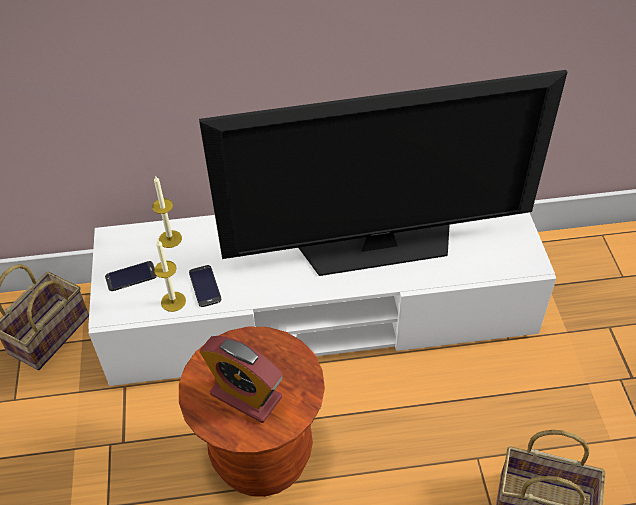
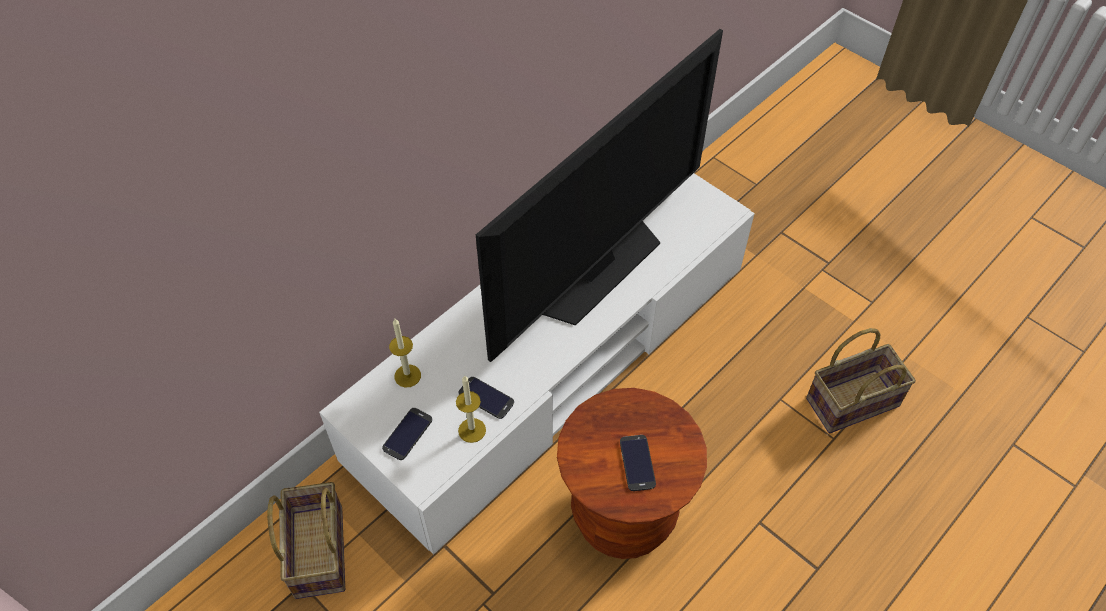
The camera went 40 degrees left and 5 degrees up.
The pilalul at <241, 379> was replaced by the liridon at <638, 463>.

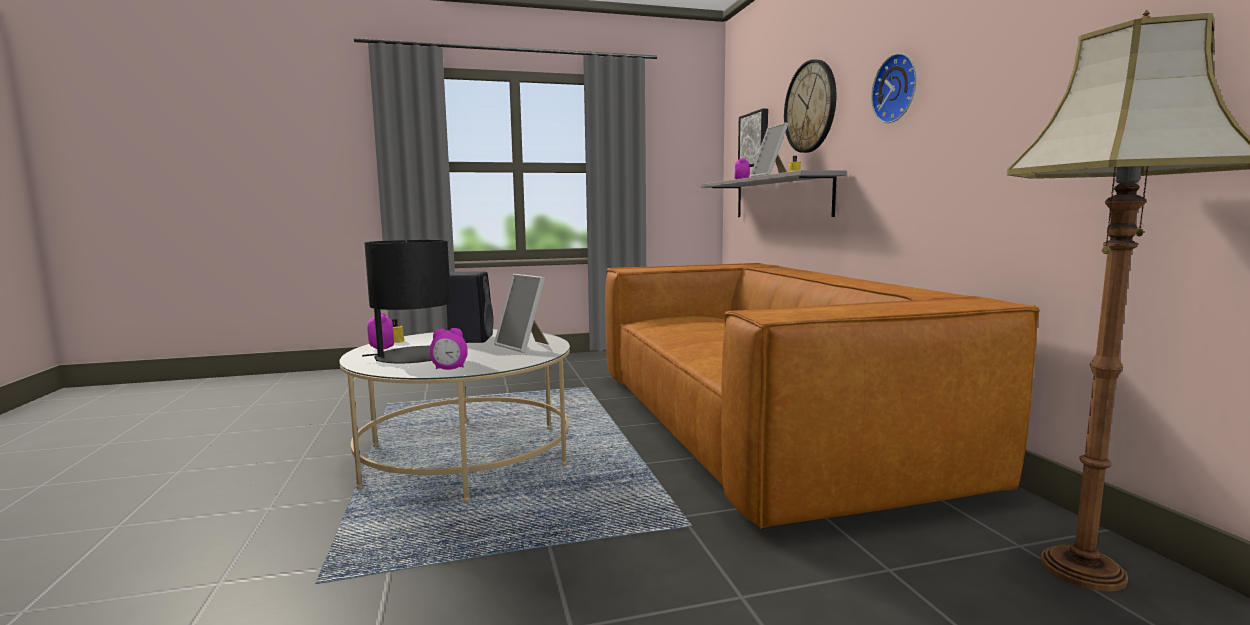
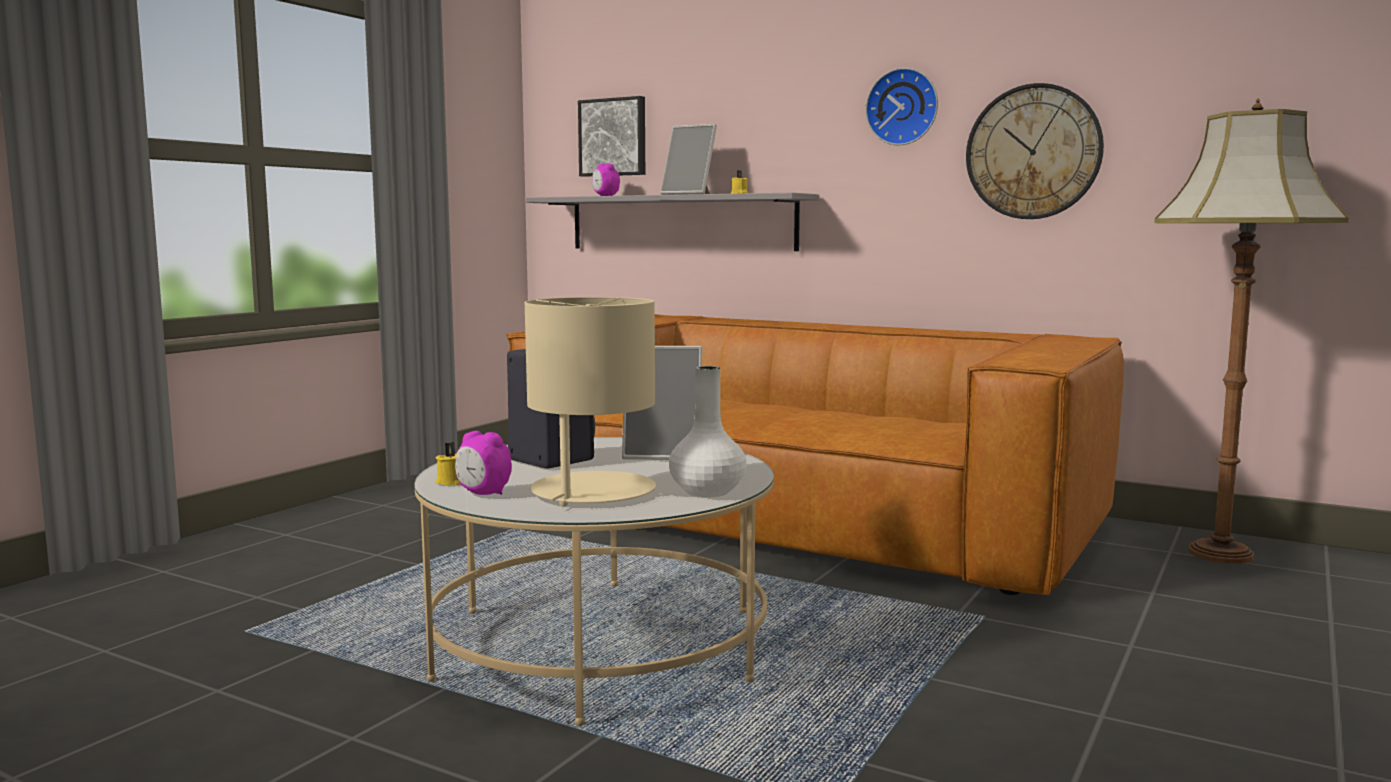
The camera went 45 degrees left and 0 degrees up.
The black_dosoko at <406, 301> became the beige_dosoko at <590, 401>.
The pilalul at <449, 349> was replaced by the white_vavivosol at <708, 431>.
The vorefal moved from <810, 106> to <1035, 151>.

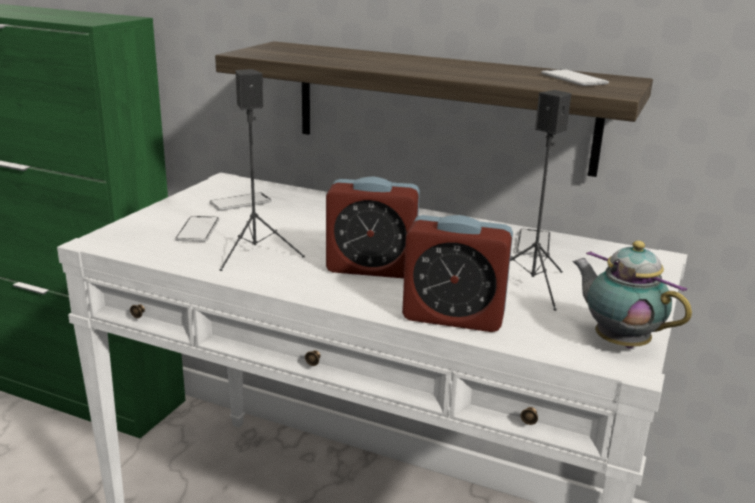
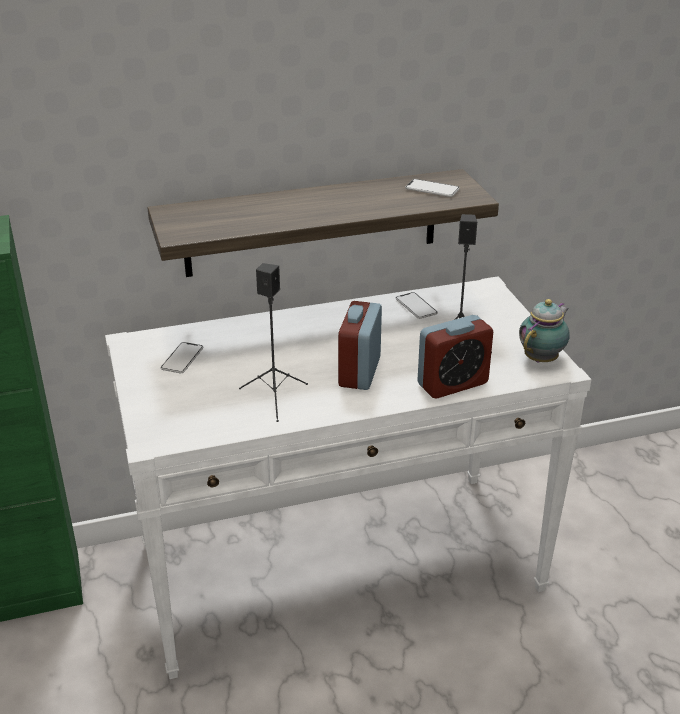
The camera went 40 degrees left and 10 degrees up.
The pilalul at <373, 227> turned 135 degrees clockwise.
The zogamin at <632, 294> turned 120 degrees clockwise.
The liridon at <197, 229> disappeared.

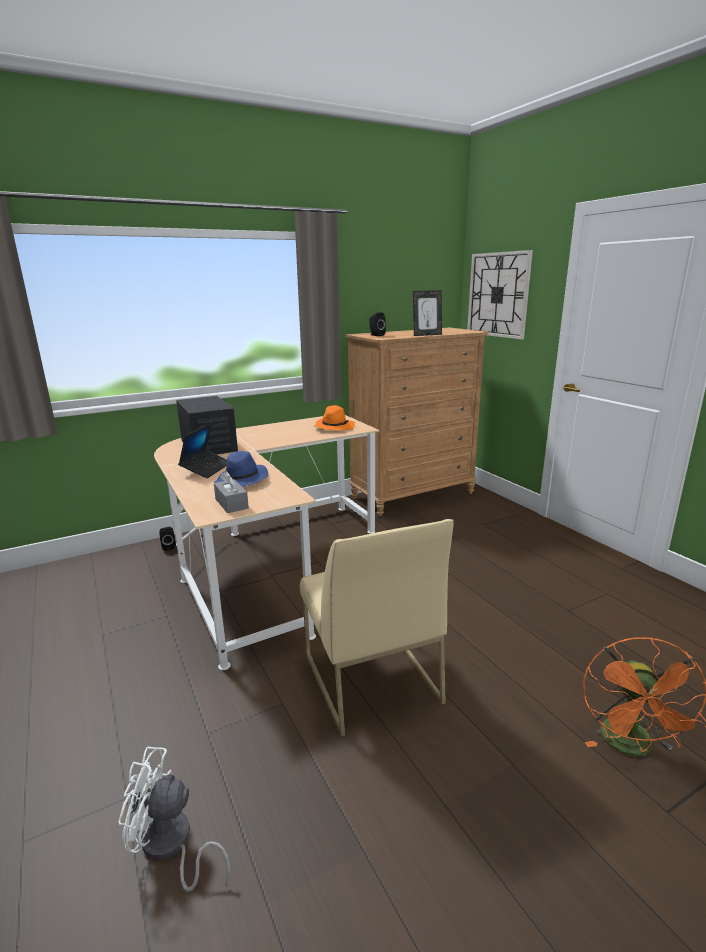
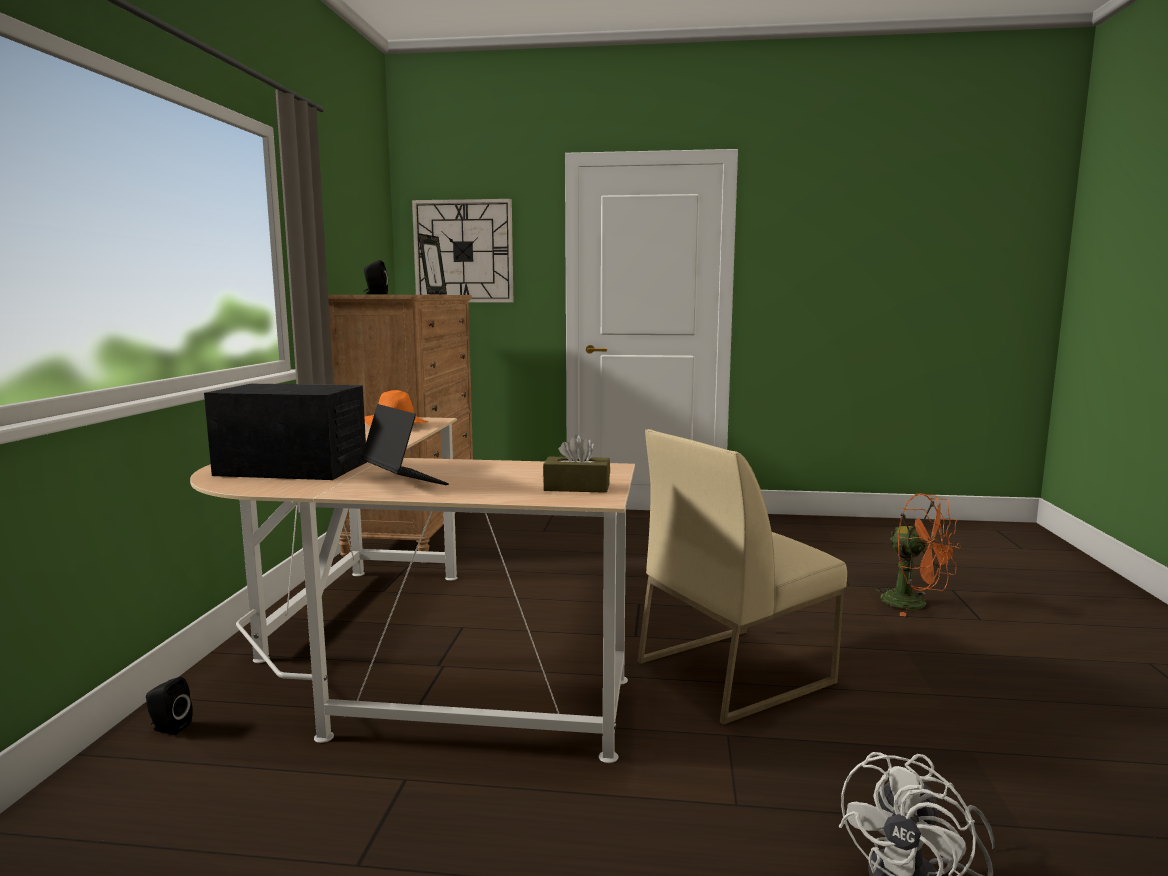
The camera went 55 degrees left and 10 degrees down.
The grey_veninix at <231, 492> became the brown_veninix at <576, 464>.
The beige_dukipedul at <377, 628> turned 135 degrees clockwise.
The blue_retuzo at <241, 469> disappeared.

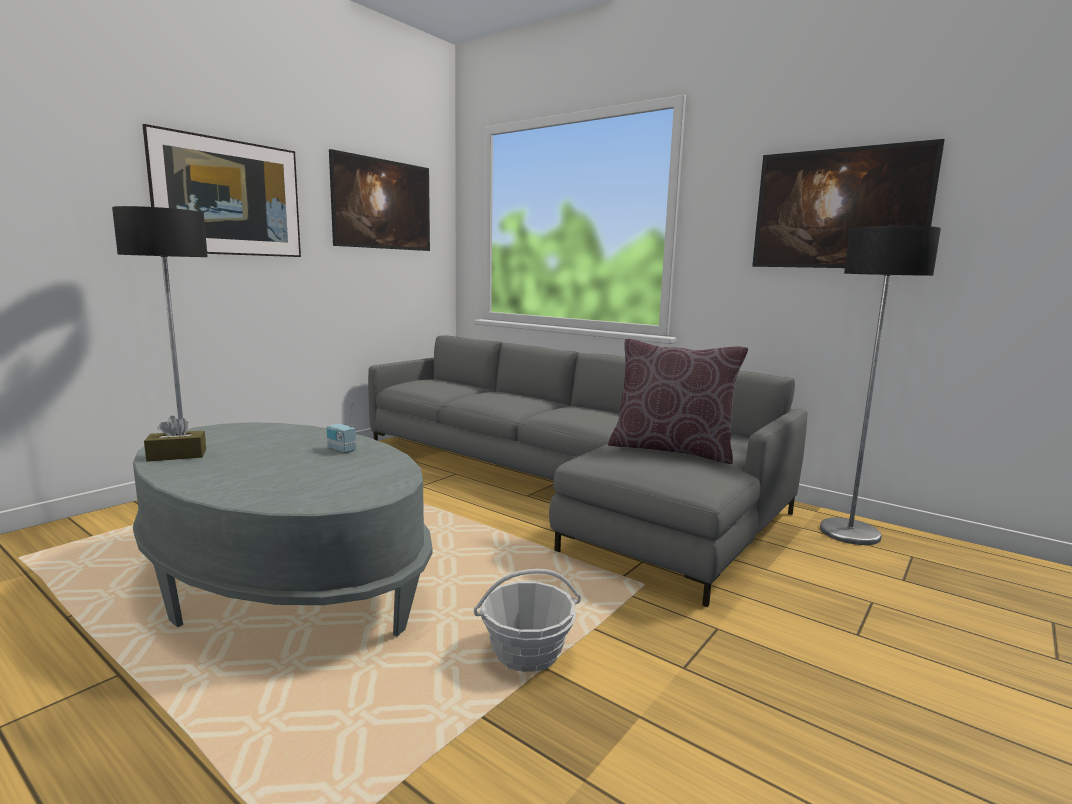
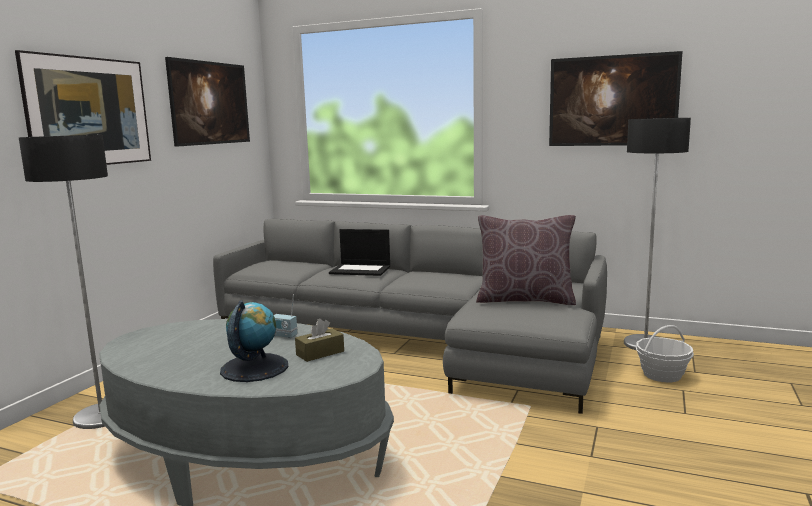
The camera went 15 degrees left and 0 degrees up.
The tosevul at <254, 341> appeared.
The brown_veninix moved from <175, 439> to <319, 340>.
The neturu at <359, 252> appeared.
The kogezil moved from <527, 620> to <665, 353>.

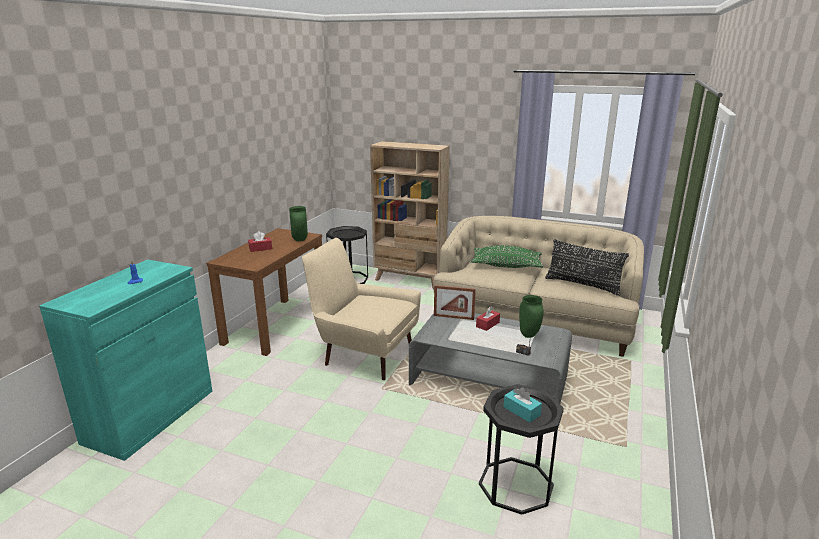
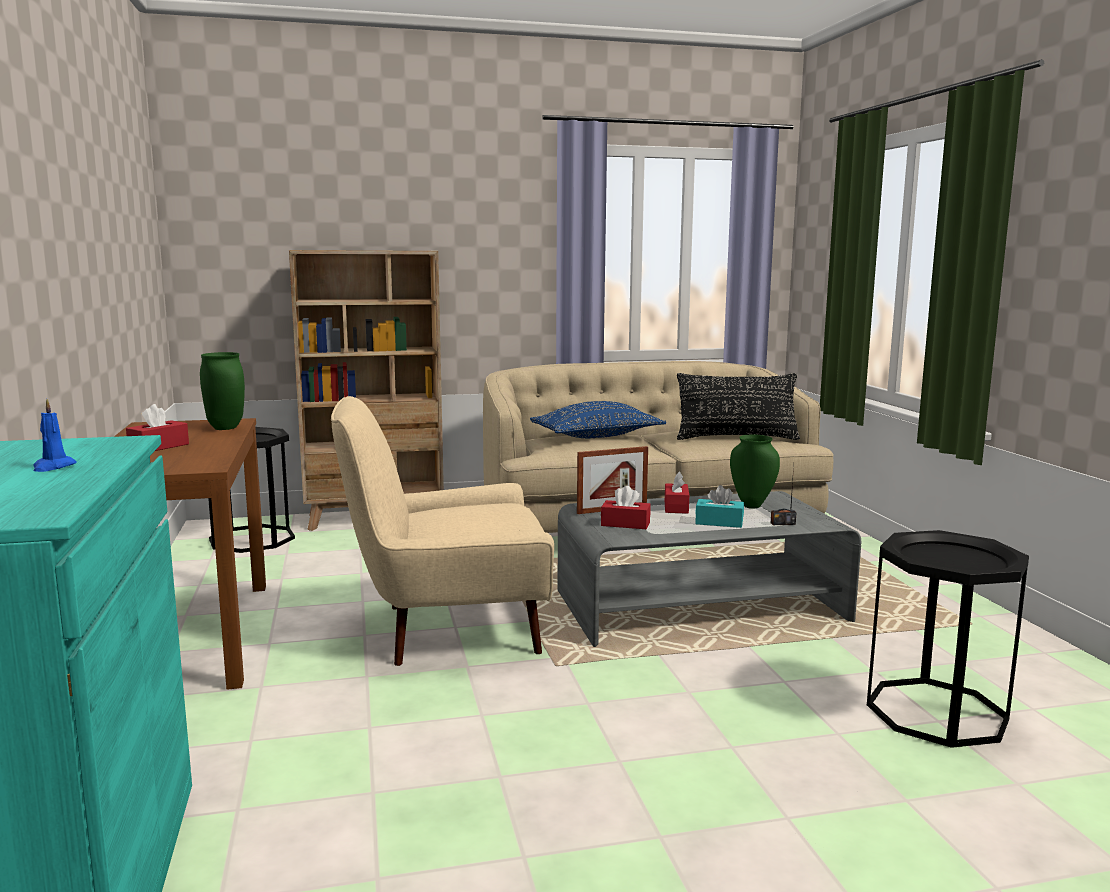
The camera went 35 degrees left and 10 degrees down.
The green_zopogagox at <507, 256> became the blue_zopogagox at <598, 419>.
The red_veninix at <626, 507> appeared.
The turquoise_veninix moved from <522, 405> to <719, 506>.

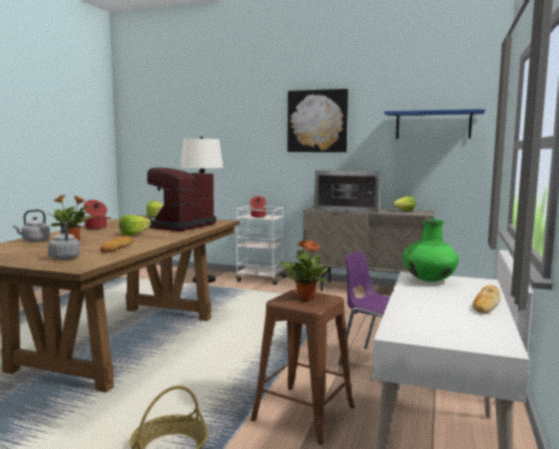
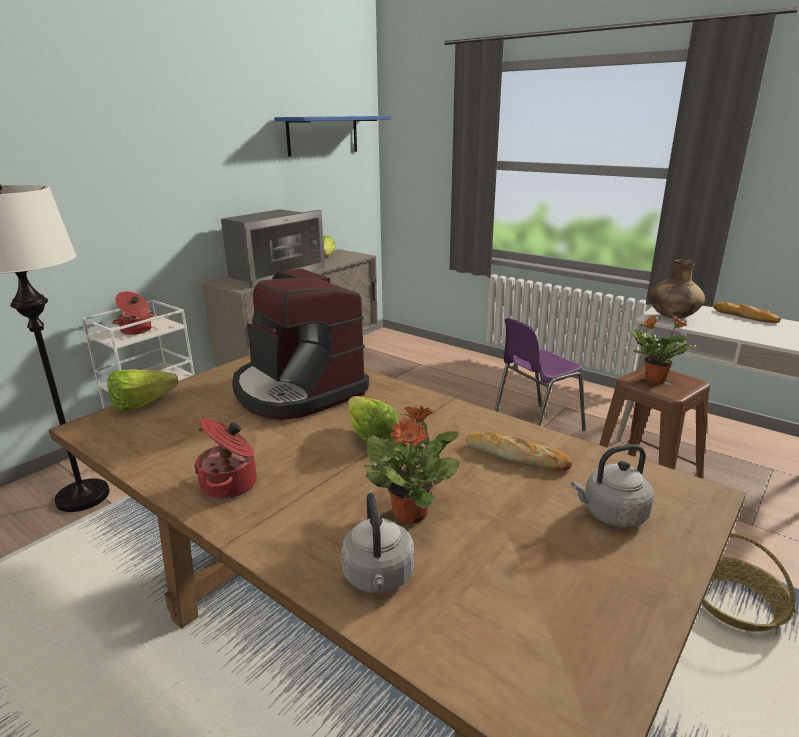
The camera went 70 degrees left and 15 degrees up.
The green_vavivosol at <430, 250> became the brown_vavivosol at <677, 288>.
The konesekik at <317, 120> disappeared.

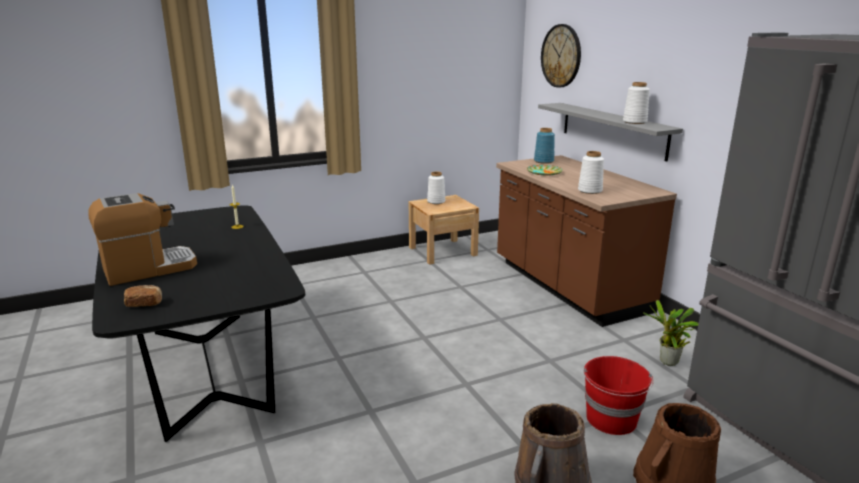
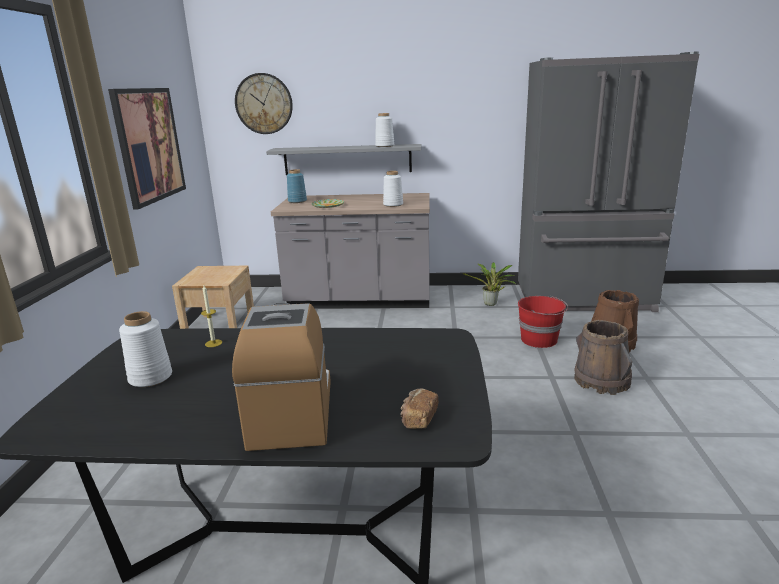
The camera went 60 degrees left and 0 degrees up.
The konesekik at <147, 149> appeared.
The white_vavivosol moved from <436, 188> to <145, 349>.
The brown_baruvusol at <586, 241> became the grey_baruvusol at <350, 251>.

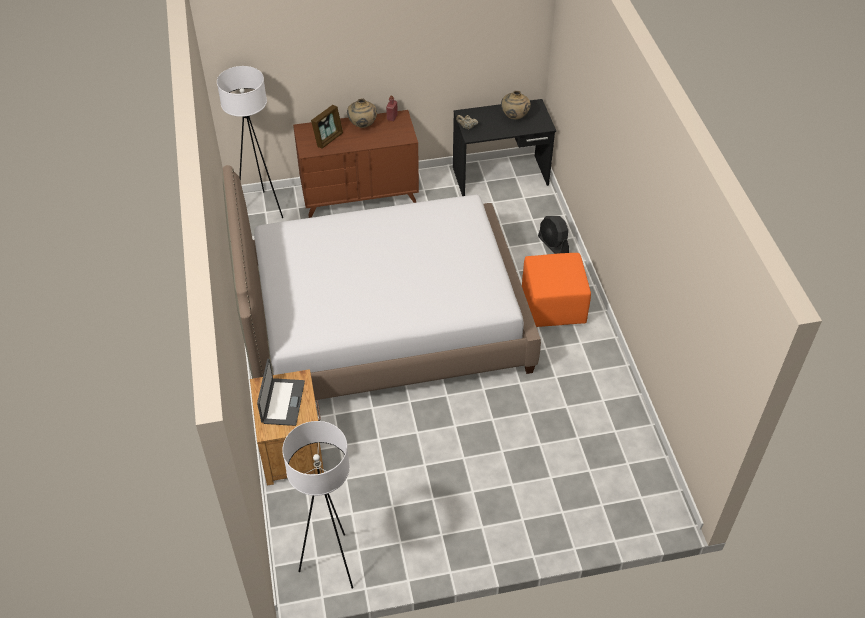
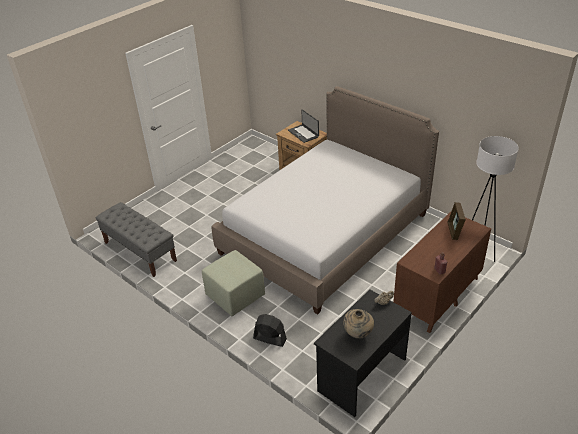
The camera went 145 degrees right and 10 degrees down.
The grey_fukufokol at <136, 239> appeared.
The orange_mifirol at <556, 290> became the green_mifirol at <233, 283>.
The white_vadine at <317, 505> disappeared.
The beige_vavivosol at <362, 113> disappeared.

